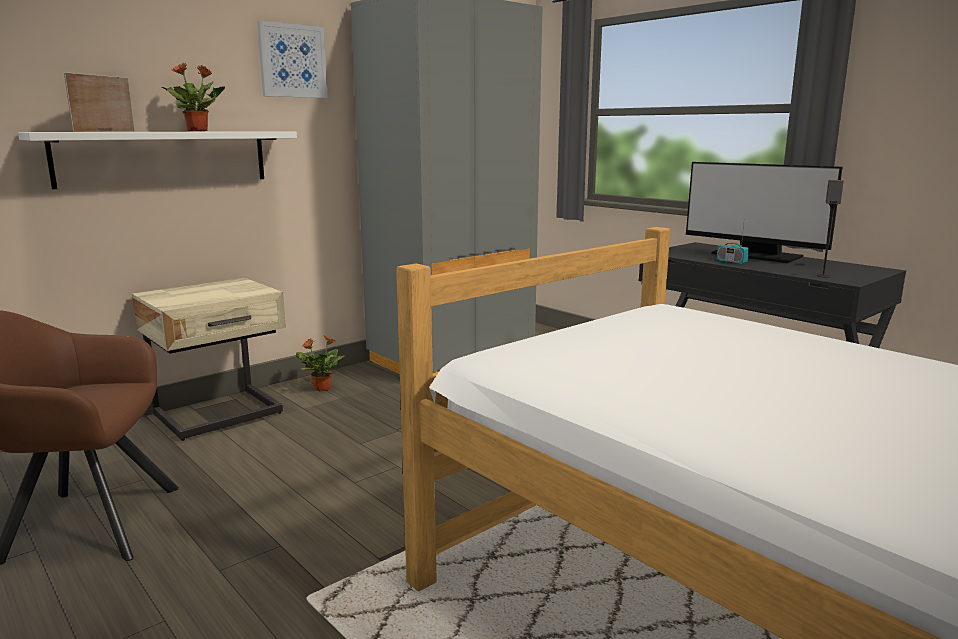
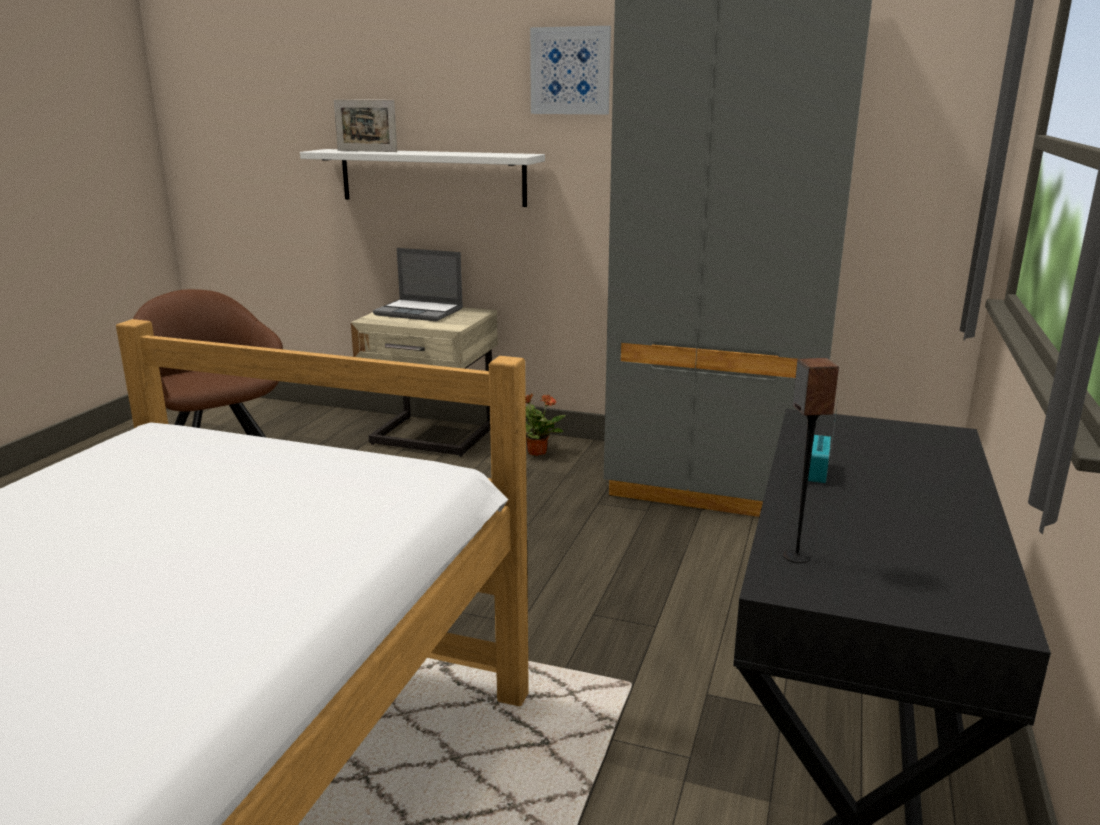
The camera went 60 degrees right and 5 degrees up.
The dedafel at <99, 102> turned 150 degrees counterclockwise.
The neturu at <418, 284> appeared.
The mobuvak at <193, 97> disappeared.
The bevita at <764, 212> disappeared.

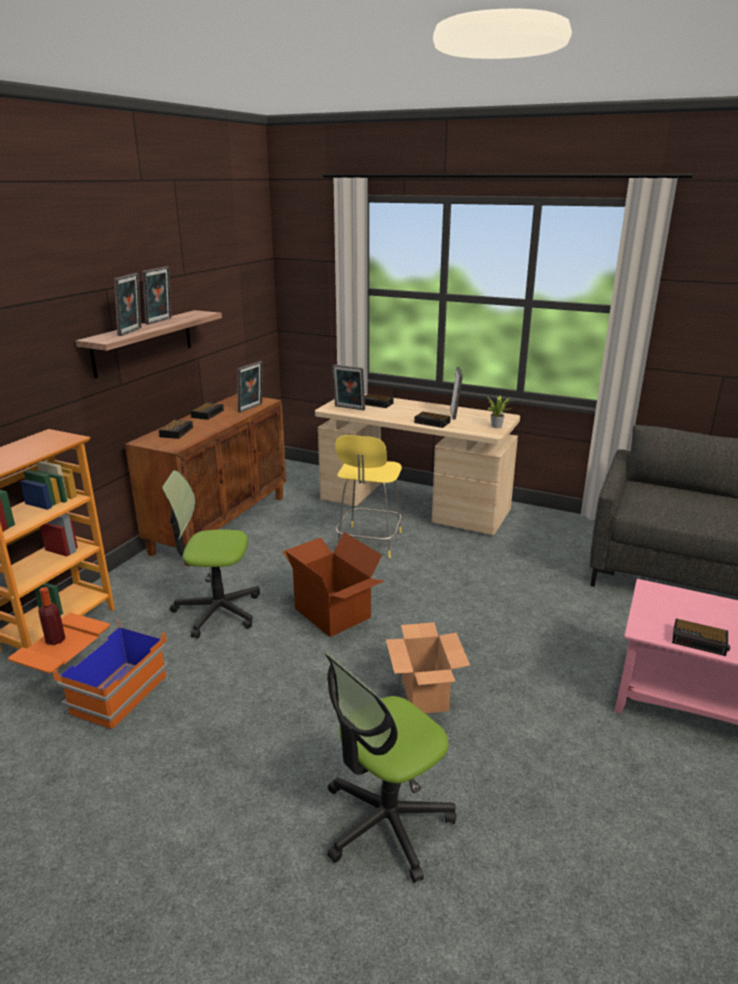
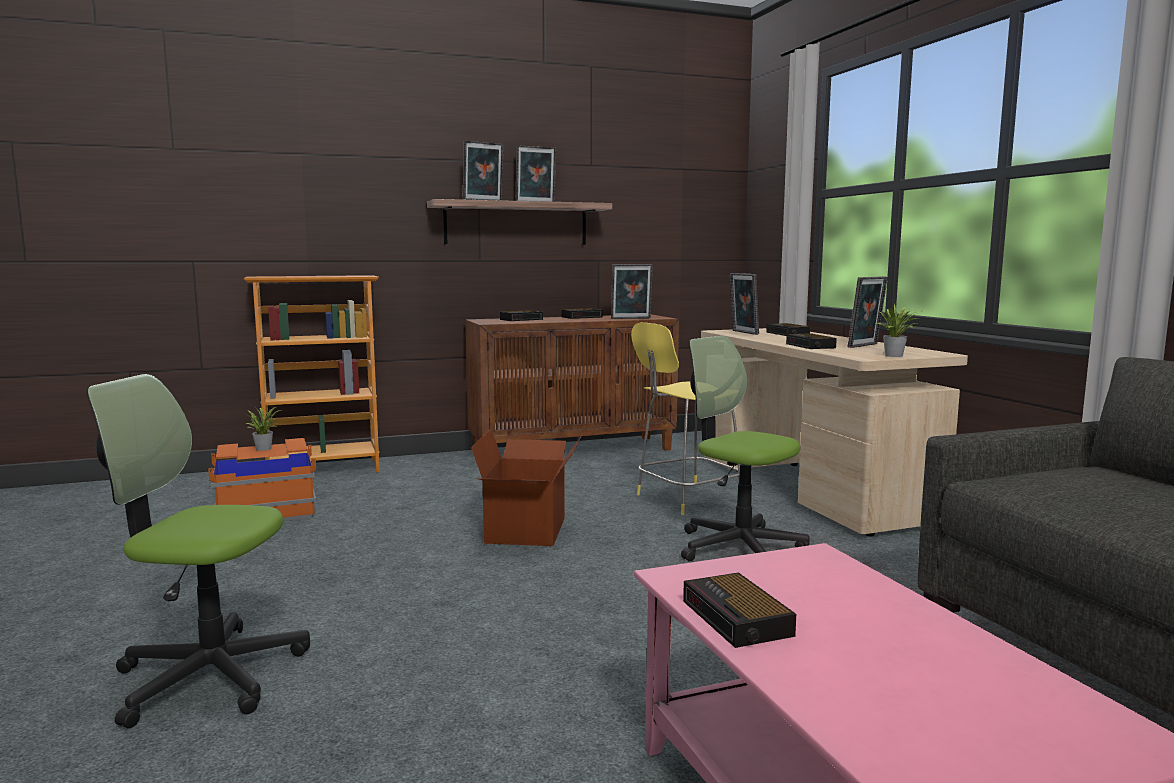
The camera went 45 degrees right and 15 degrees down.
The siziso at <51, 616> was replaced by the mobuvak at <263, 429>.
The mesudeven moved from <211, 555> to <745, 448>.
The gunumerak at <428, 667> disappeared.

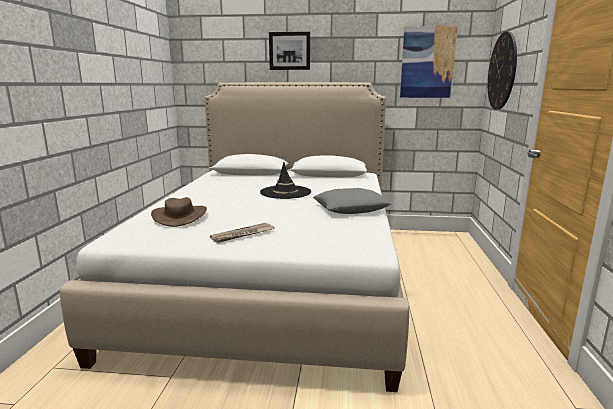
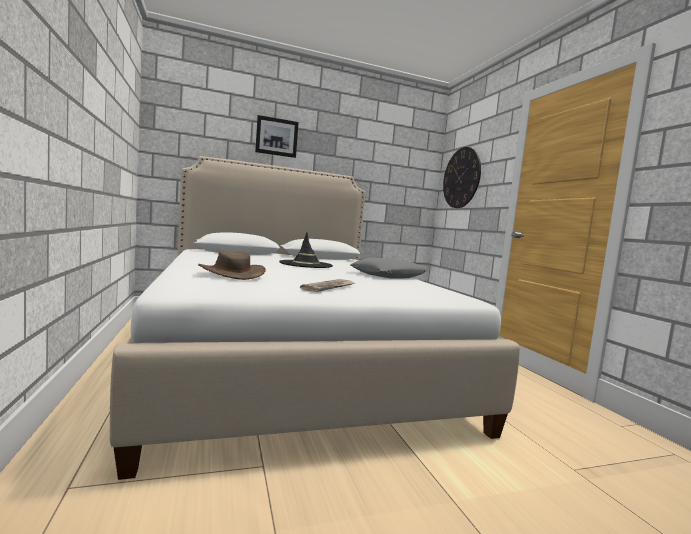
The camera went 25 degrees left and 10 degrees down.
The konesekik at <429, 62> disappeared.

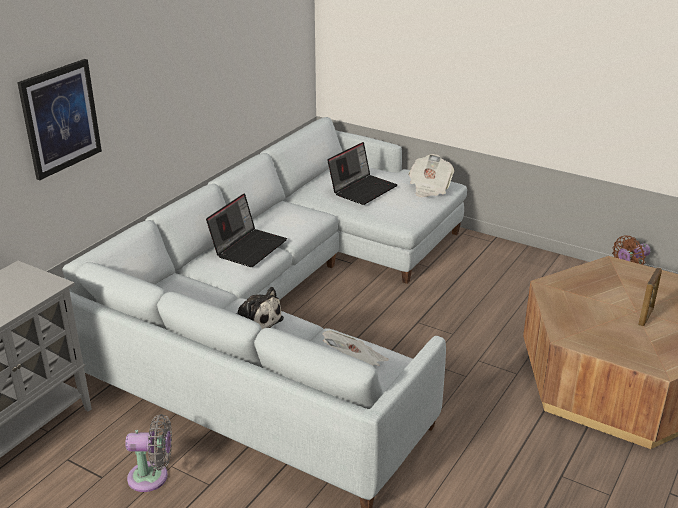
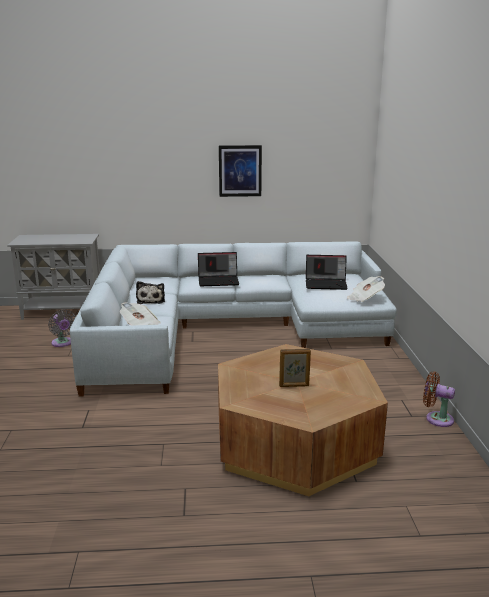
The camera went 55 degrees right and 10 degrees down.
The konesekik moved from <59, 119> to <240, 171>.

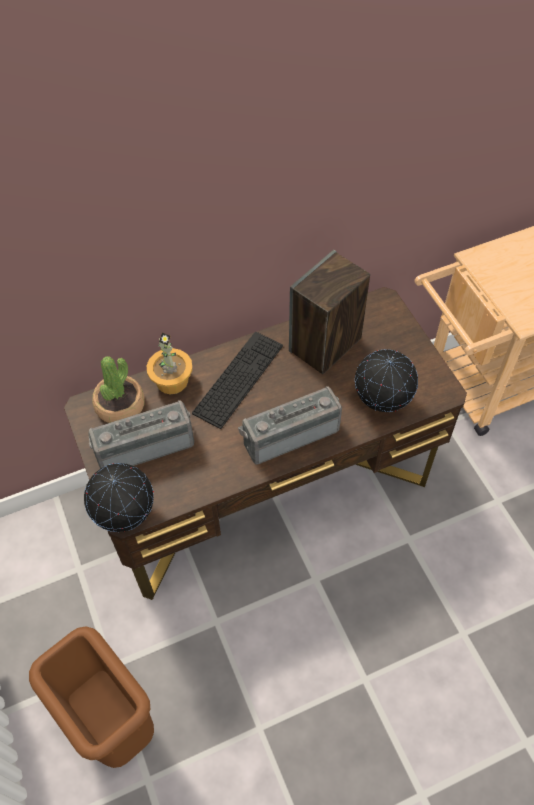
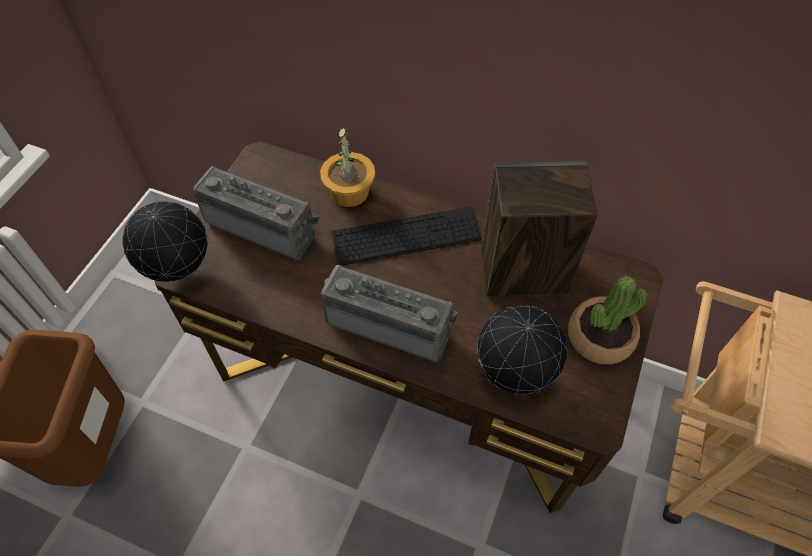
The camera went 45 degrees right and 0 degrees up.
The mobuvak moved from <118, 389> to <607, 320>.

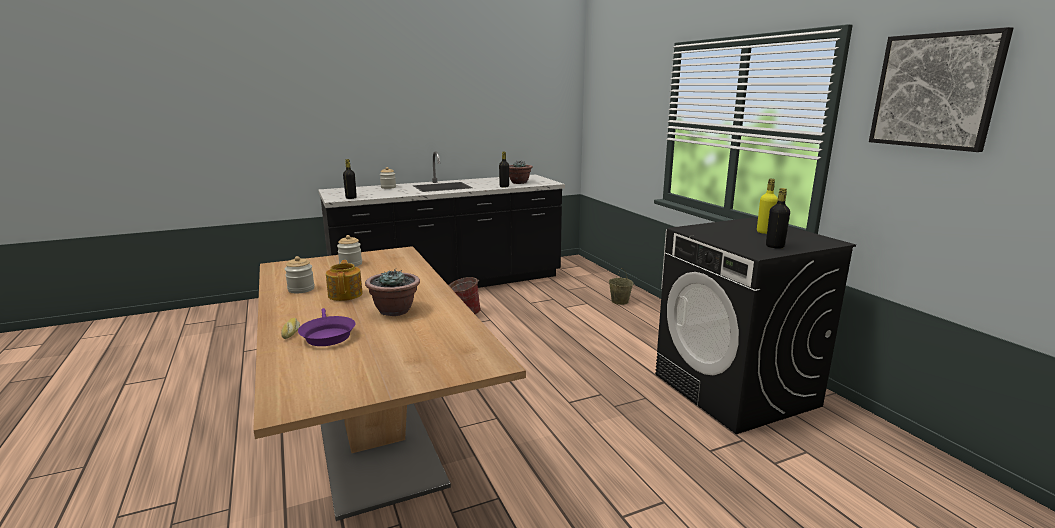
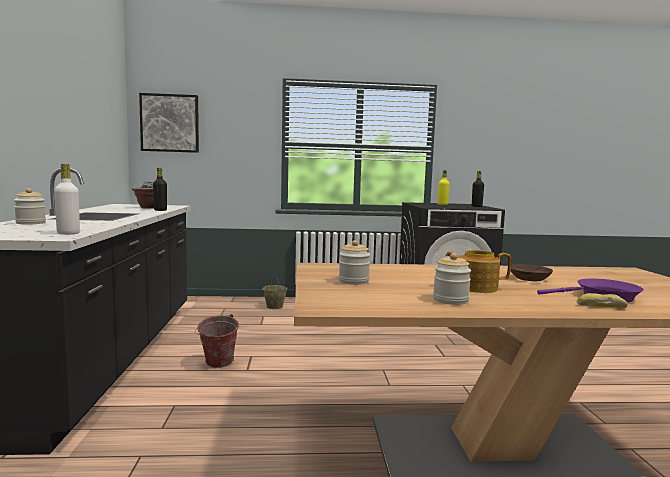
The camera went 70 degrees left and 10 degrees down.
The black_siziso at <350, 179> became the white_siziso at <67, 199>.
The konesekik moved from <941, 89> to <169, 123>.
The mobuvak at <392, 292> was replaced by the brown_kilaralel at <531, 272>.

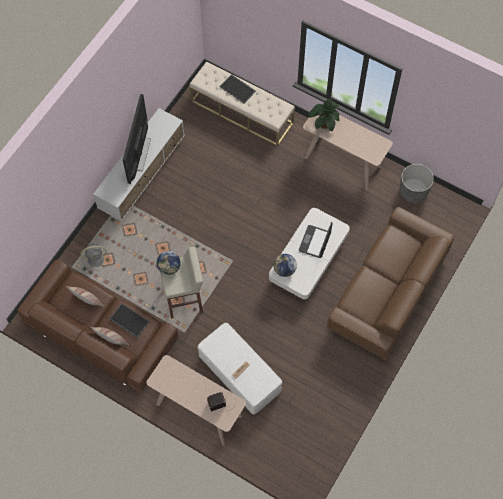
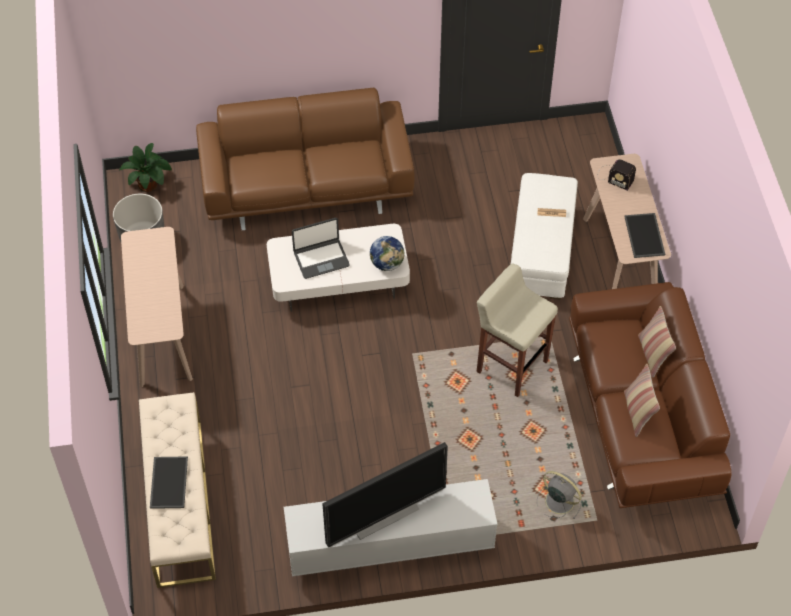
The camera went 130 degrees left and 10 degrees down.
The mobuvak moved from <324, 115> to <145, 167>.
The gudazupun moved from <129, 320> to <644, 235>.
The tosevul at <169, 263> disappeared.

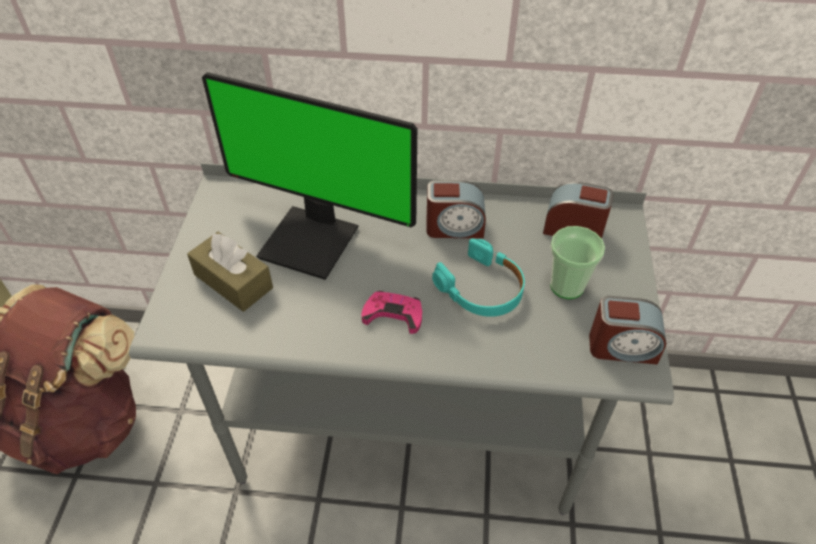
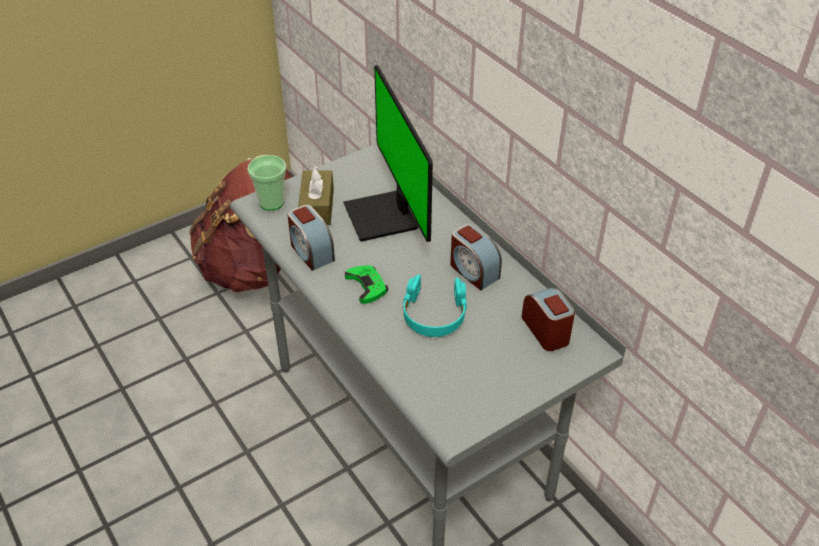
The camera went 50 degrees right and 5 degrees down.
The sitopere moved from <577, 262> to <267, 183>.
The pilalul moved from <627, 330> to <311, 238>.
The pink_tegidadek at <392, 312> became the green_tegidadek at <366, 284>.

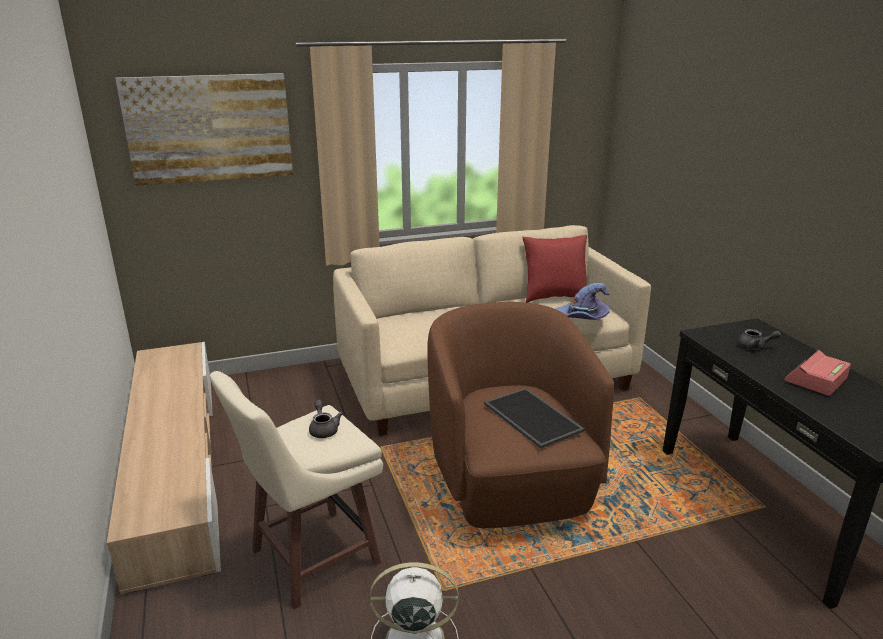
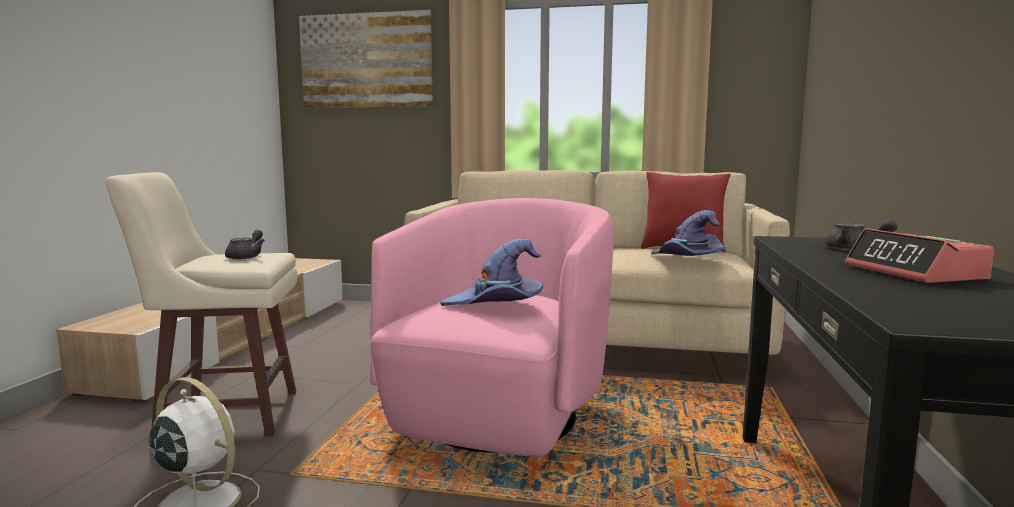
The camera went 30 degrees right and 15 degrees down.
The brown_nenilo at <520, 415> became the pink_nenilo at <491, 327>.
The gudazupun at <534, 418> was replaced by the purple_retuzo at <491, 272>.
The pilalul at <818, 373> turned 90 degrees counterclockwise.

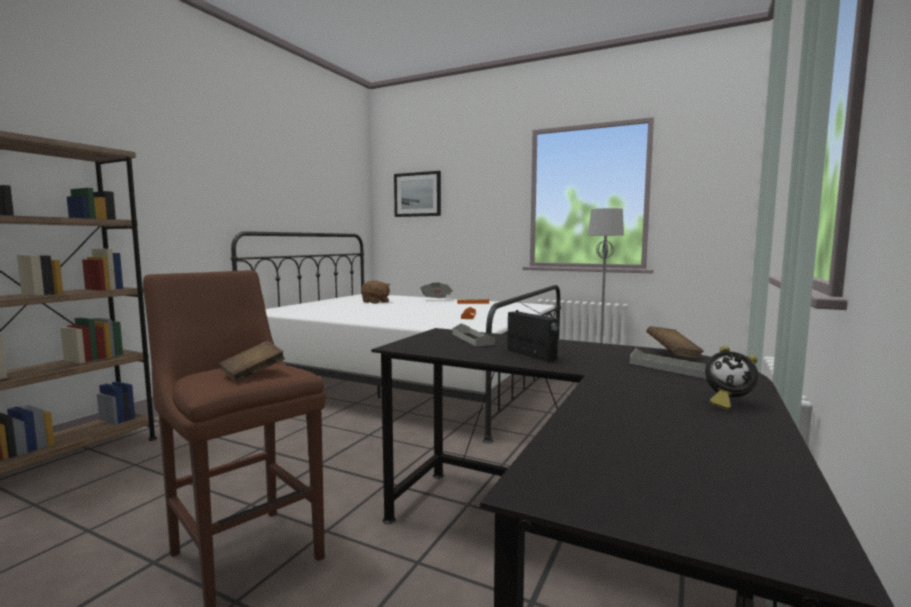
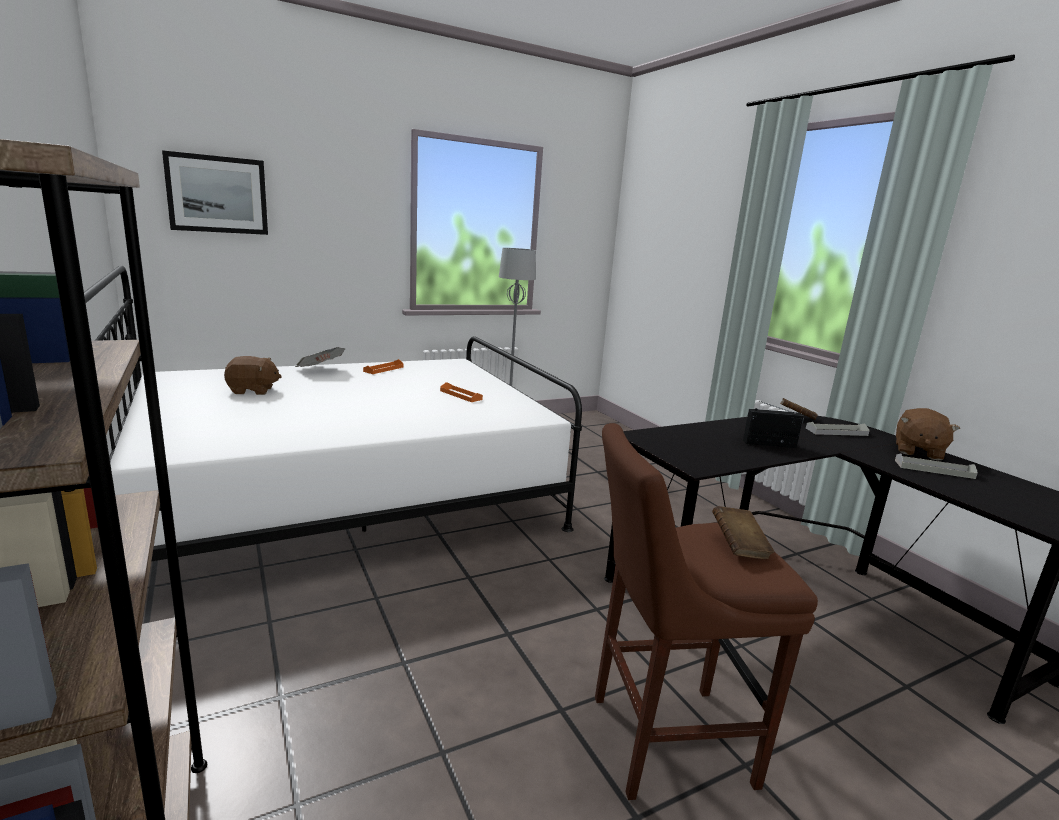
The camera went 55 degrees left and 10 degrees up.
The grey_gudazupun moved from <473, 334> to <936, 466>.
The pilalul at <731, 378> was replaced by the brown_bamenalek at <928, 434>.

